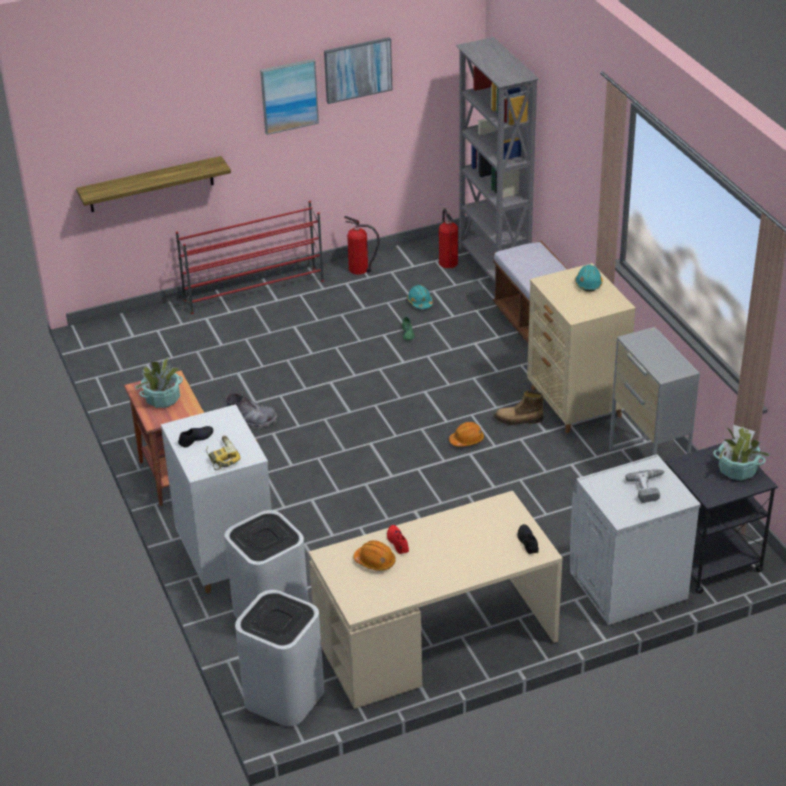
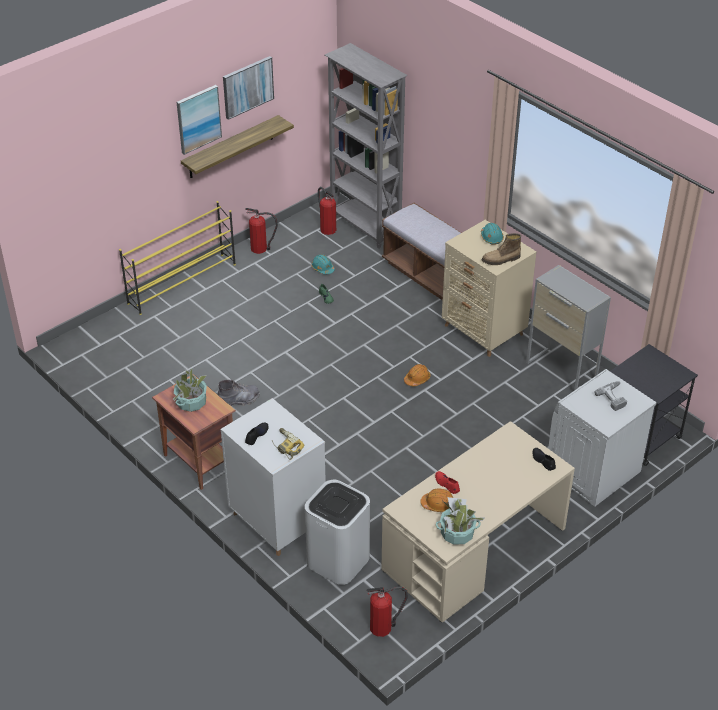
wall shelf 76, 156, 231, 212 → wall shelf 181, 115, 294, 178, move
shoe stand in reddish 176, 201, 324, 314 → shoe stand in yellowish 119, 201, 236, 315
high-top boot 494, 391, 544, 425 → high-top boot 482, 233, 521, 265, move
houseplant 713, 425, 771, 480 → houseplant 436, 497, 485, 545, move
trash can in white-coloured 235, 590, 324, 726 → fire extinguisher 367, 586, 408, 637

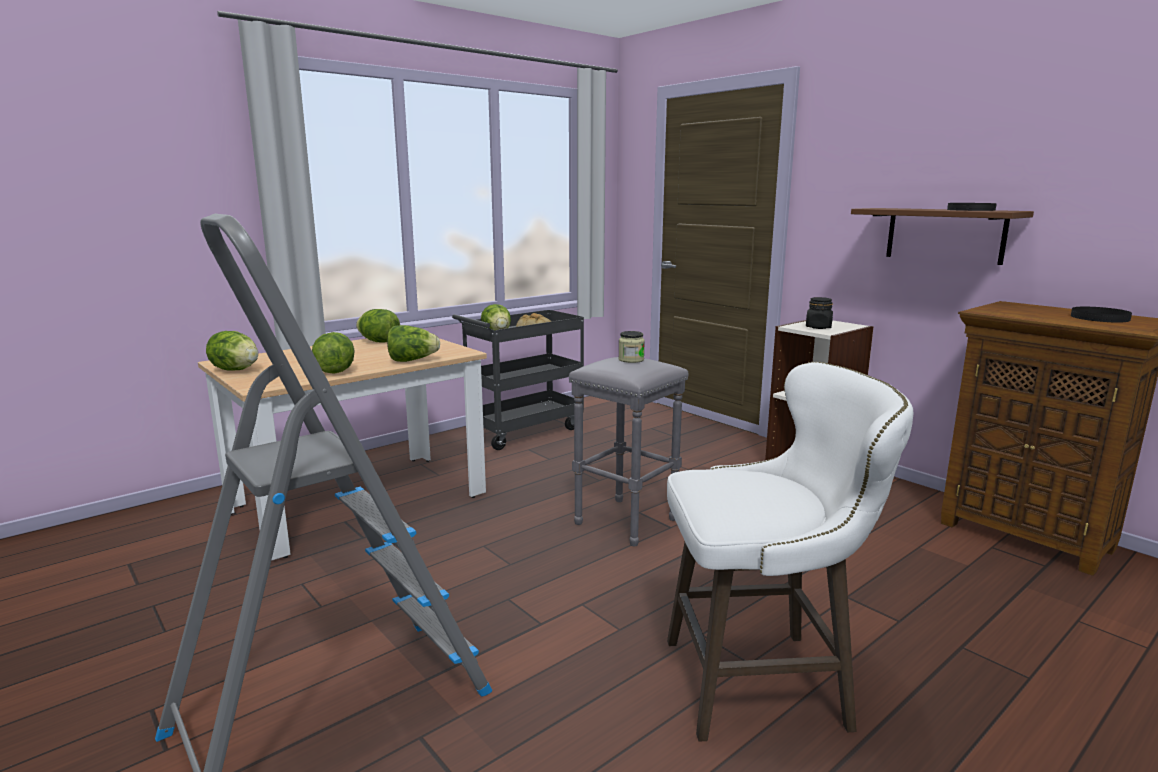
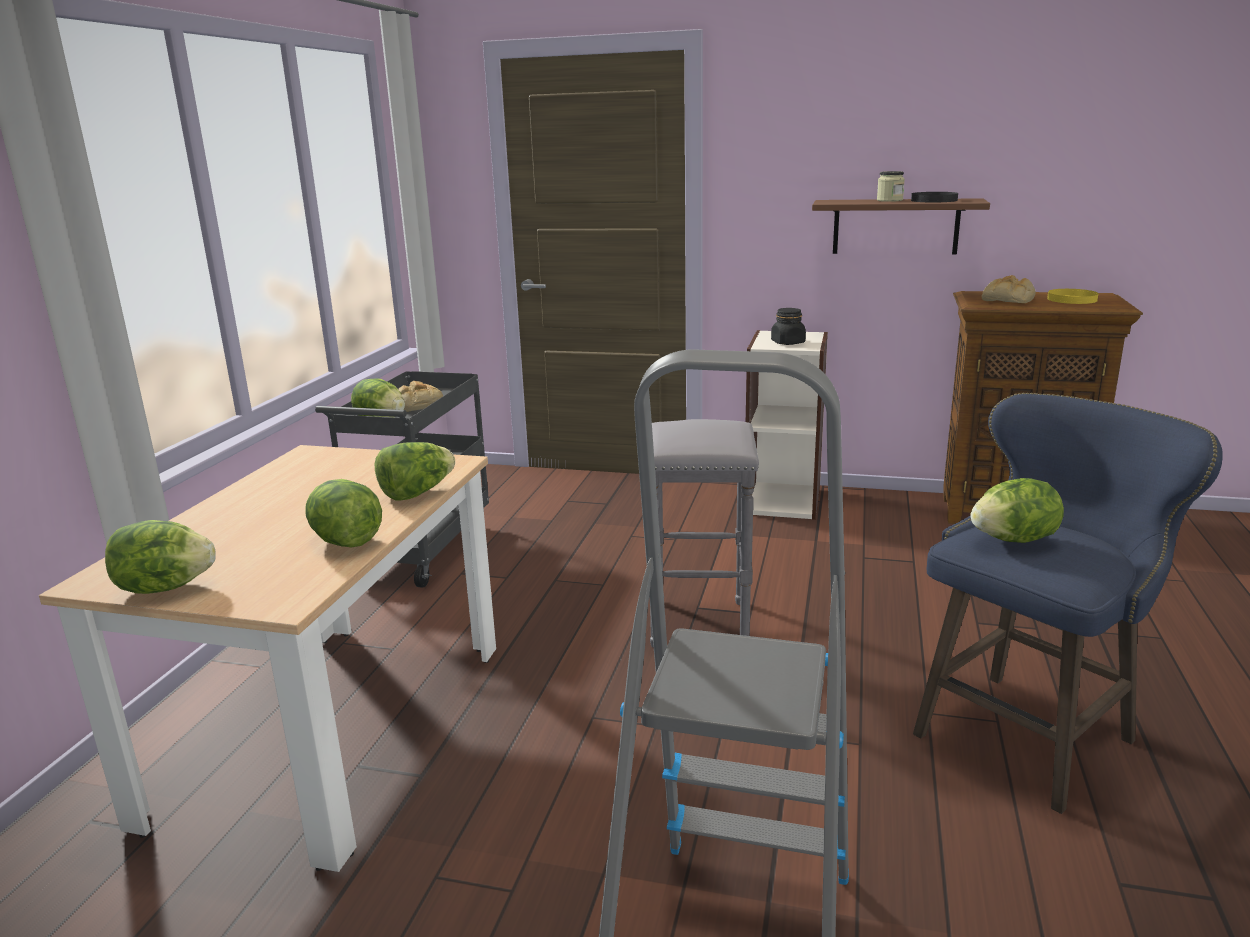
flat dish in black-coloured 1071, 307, 1132, 322 → flat dish in yellowish 1047, 289, 1099, 304
lettuce 356, 309, 400, 342 → lettuce 971, 478, 1064, 543, move
storage jar 618, 331, 645, 363 → storage jar 877, 171, 905, 202, move
sitting stool in white-coloured 667, 362, 913, 742 → sitting stool in blue-coloured 913, 393, 1222, 814
- → bakery bread 982, 275, 1036, 303

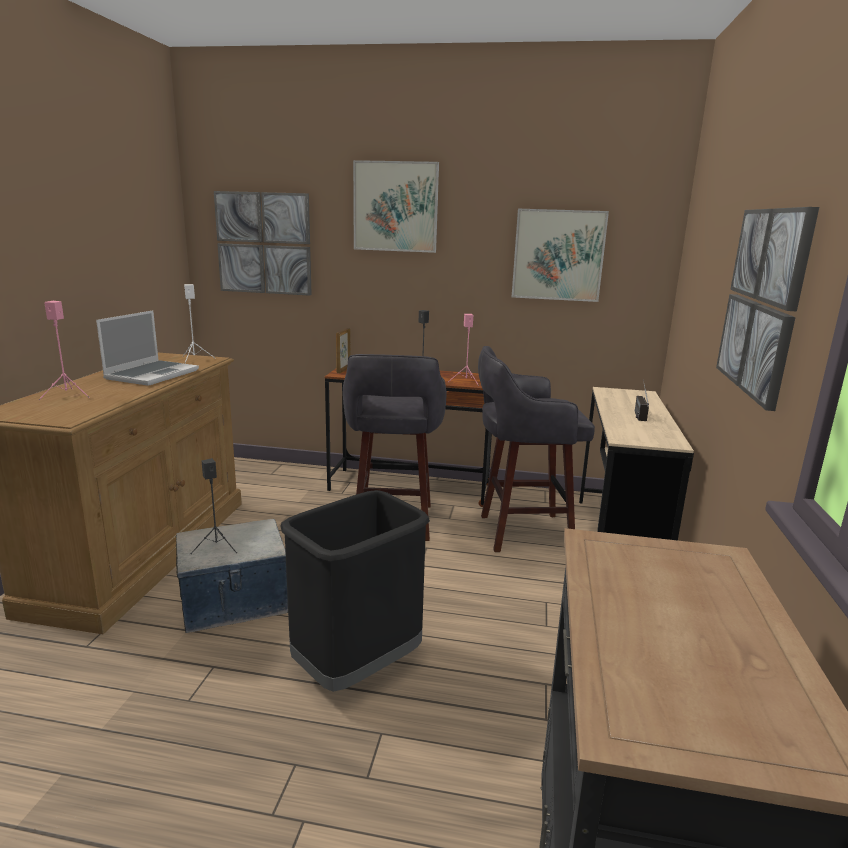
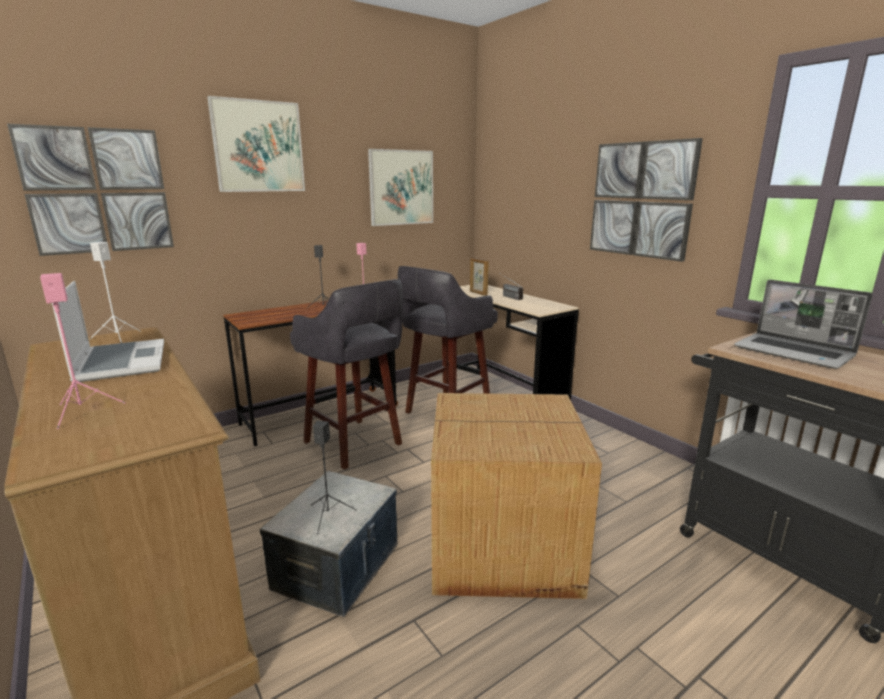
standing frame 336, 328, 351, 373 → standing frame 470, 258, 489, 296, move
trash can in black-coloured 280, 490, 430, 692 → packing box 431, 393, 602, 599
- → portable computer 734, 280, 873, 369

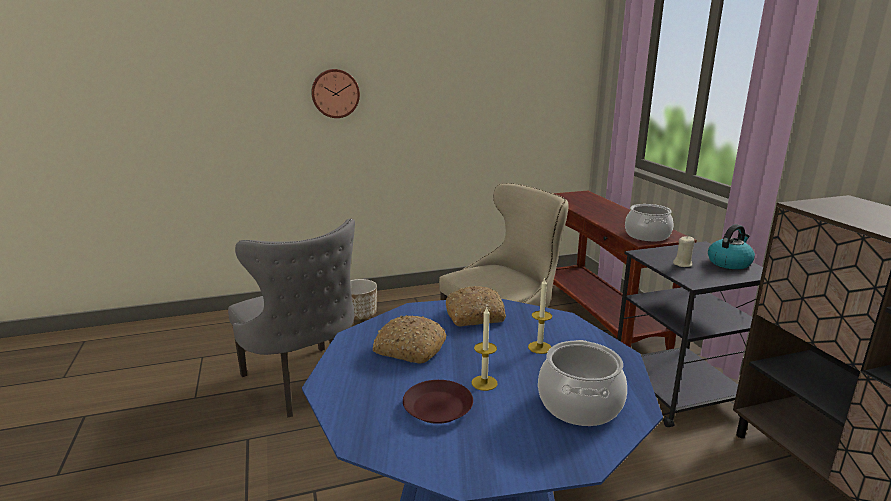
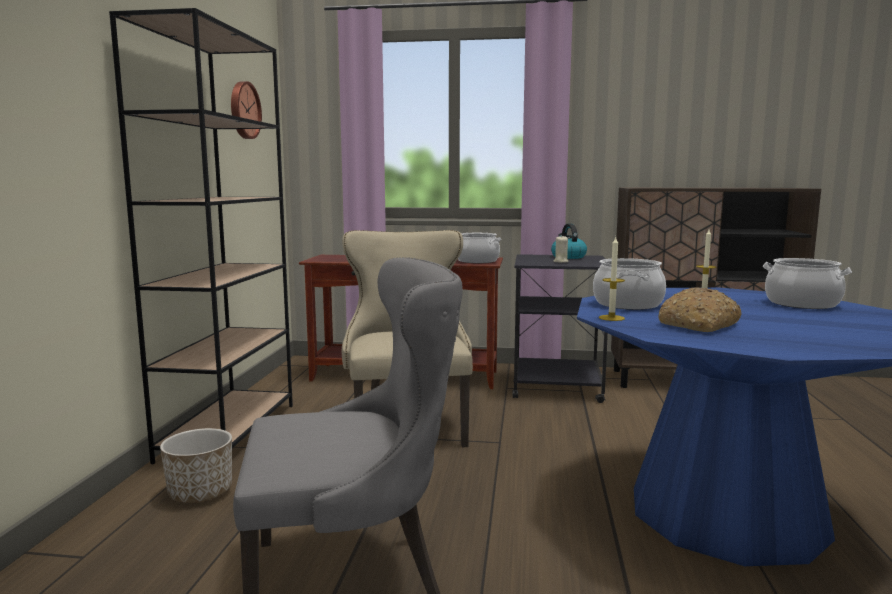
clock on the wall 311, 69, 360, 118 → clock on the wall 231, 81, 262, 139, move
bakery bread 446, 286, 506, 326 → cooking pot 593, 258, 666, 310
wax light 472, 306, 498, 391 → wax light 599, 237, 625, 321, move
flat dish in brown-coloured 403, 380, 473, 424 → -
- → shelving unit in beige-coloured 109, 8, 293, 464

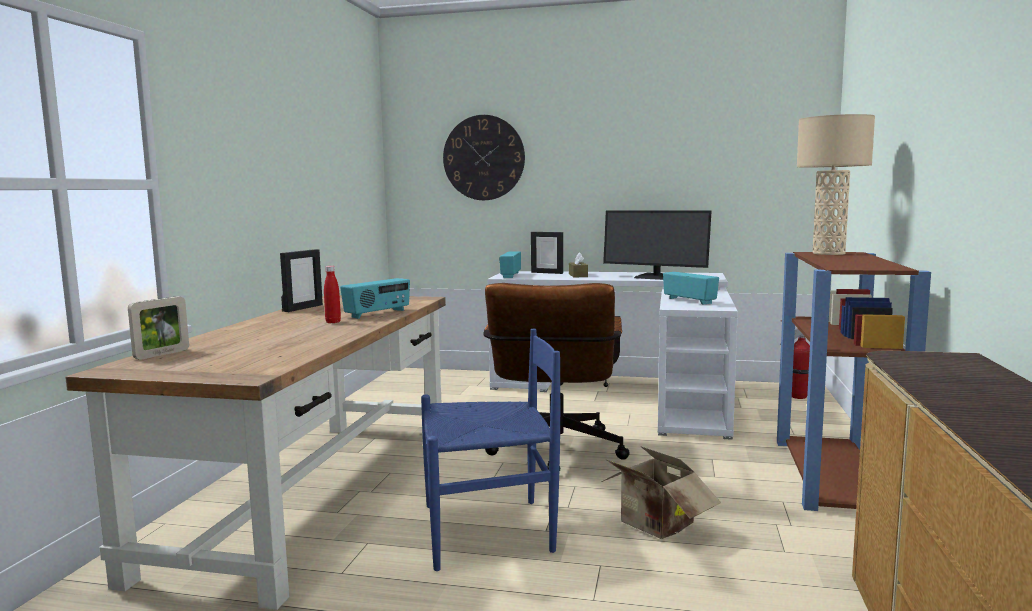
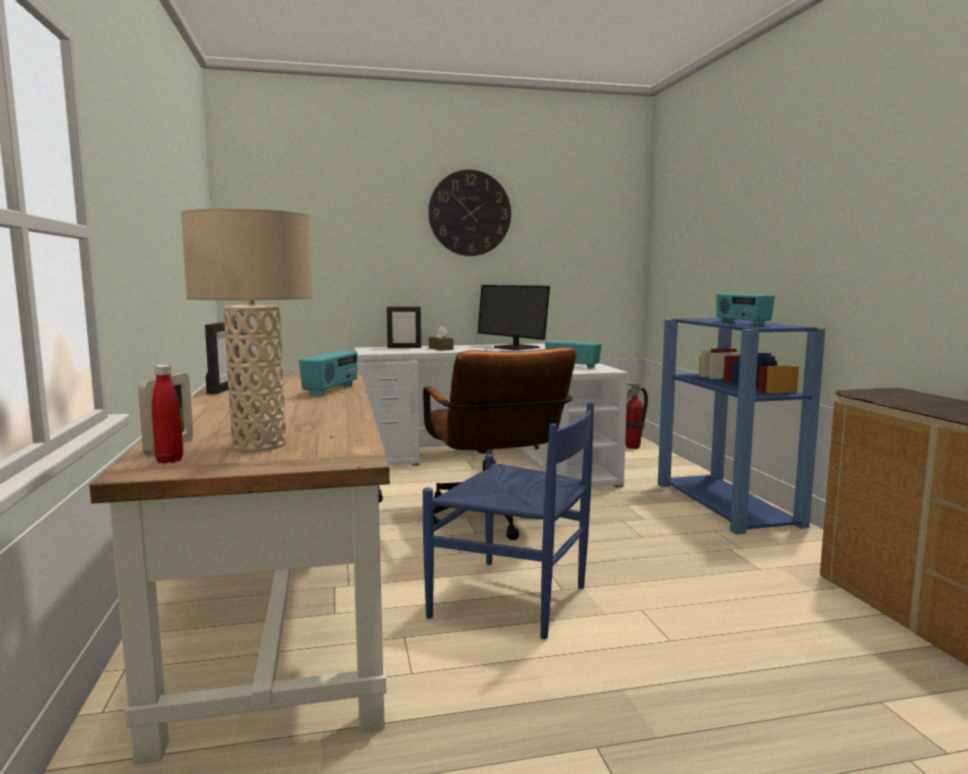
table lamp in beige-coloured 797, 114, 875, 255 → table lamp in beige-coloured 181, 209, 313, 452, move
clock on the wall 443, 115, 525, 200 → clock on the wall 428, 170, 511, 256, move
computer screen 603, 210, 711, 280 → computer screen 478, 285, 550, 350, 45 degrees clockwise
radio set 499, 251, 521, 278 → radio set 716, 294, 775, 326, move
shelving unit in brown-coloured 777, 252, 931, 511 → shelving unit in blue-coloured 658, 318, 825, 535
drink bottle in reddish 324, 266, 341, 323 → drink bottle in reddish 152, 365, 183, 463, move
upright chair in blue-coloured 421, 329, 560, 571 → upright chair in blue-coloured 423, 402, 594, 639, 60 degrees clockwise
packing box 602, 446, 721, 539 → -

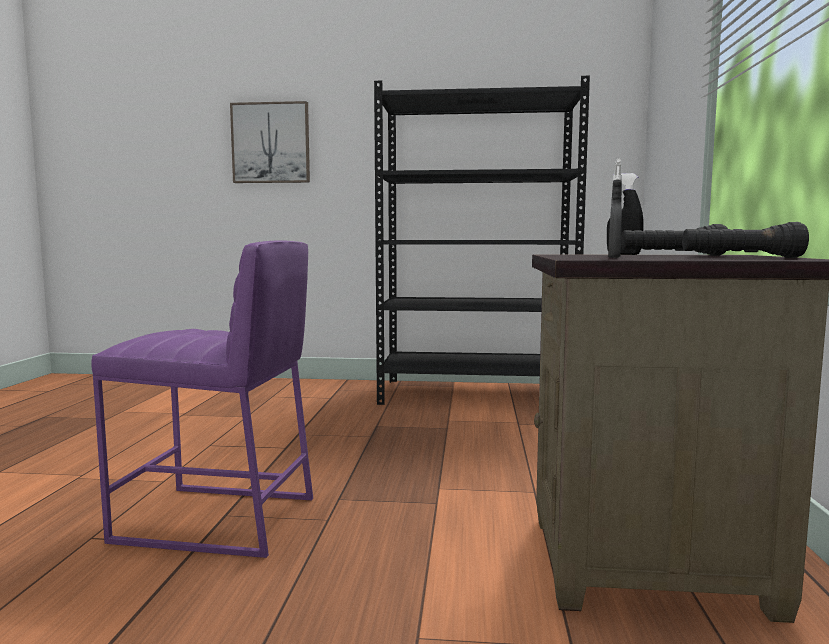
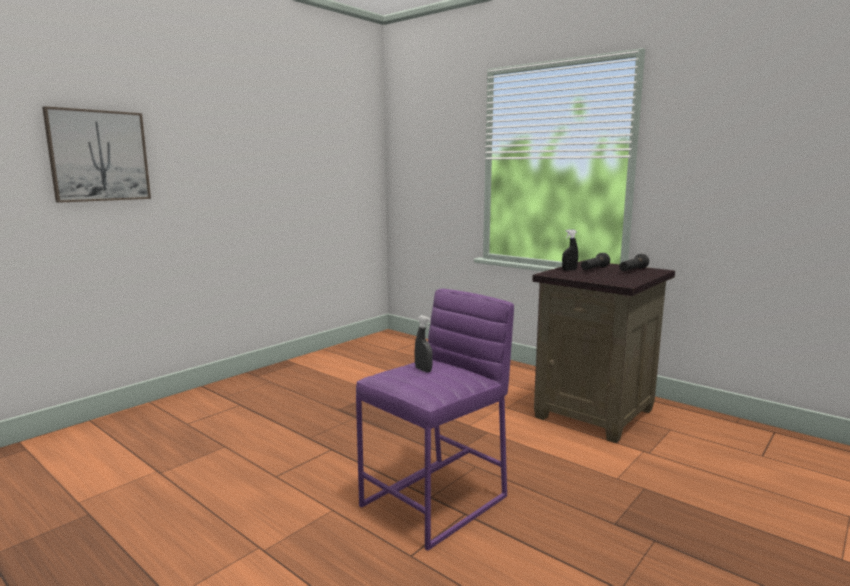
shelving unit in black-coloured 374, 76, 590, 405 → -
hand sprayer in greyish 608, 158, 622, 258 → hand sprayer in greyish 415, 315, 433, 372, move

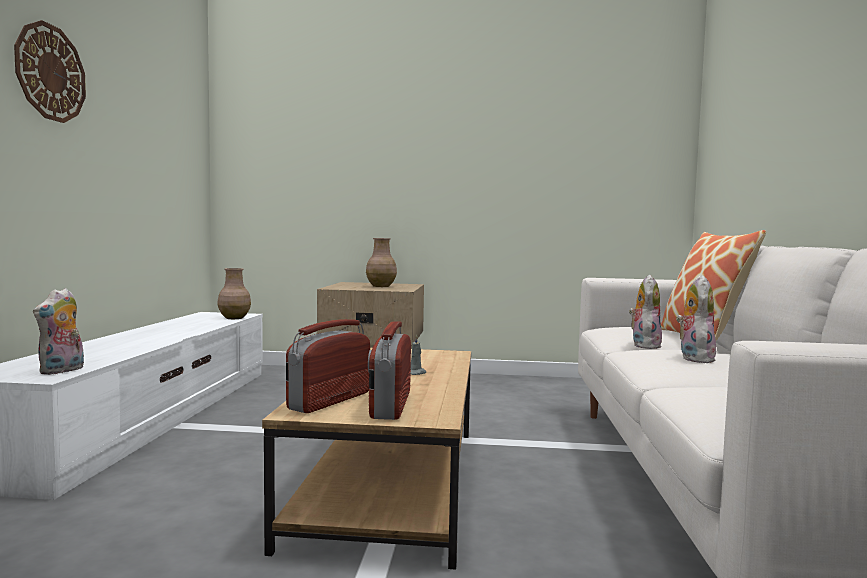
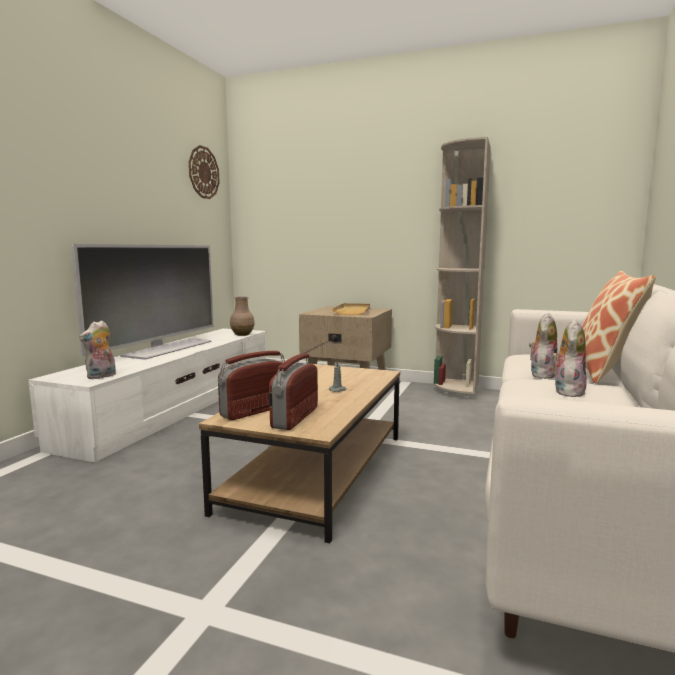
clock on the wall 14, 20, 86, 123 → clock on the wall 189, 145, 220, 199, move
vase in brown-coloured 366, 238, 397, 287 → serving tray in beige-coloured 332, 303, 370, 315
- → shelving unit in beige-coloured 433, 137, 491, 398
- → TV set 72, 244, 214, 360

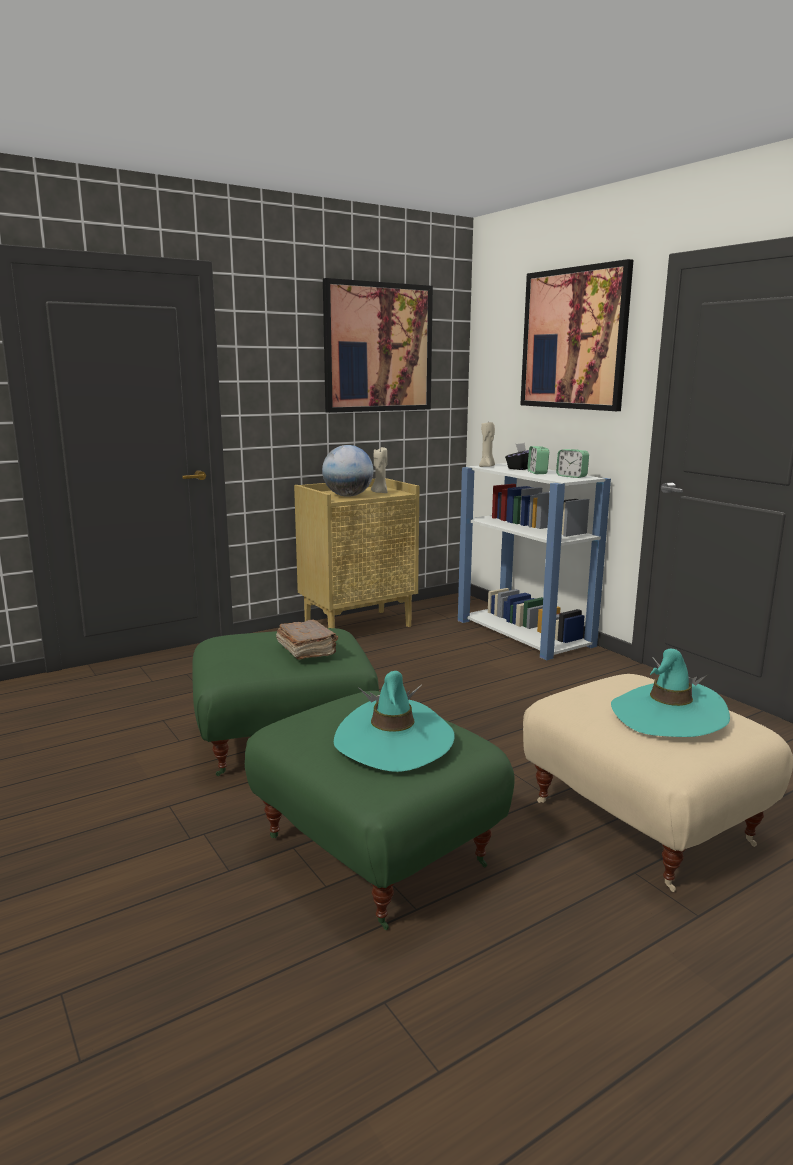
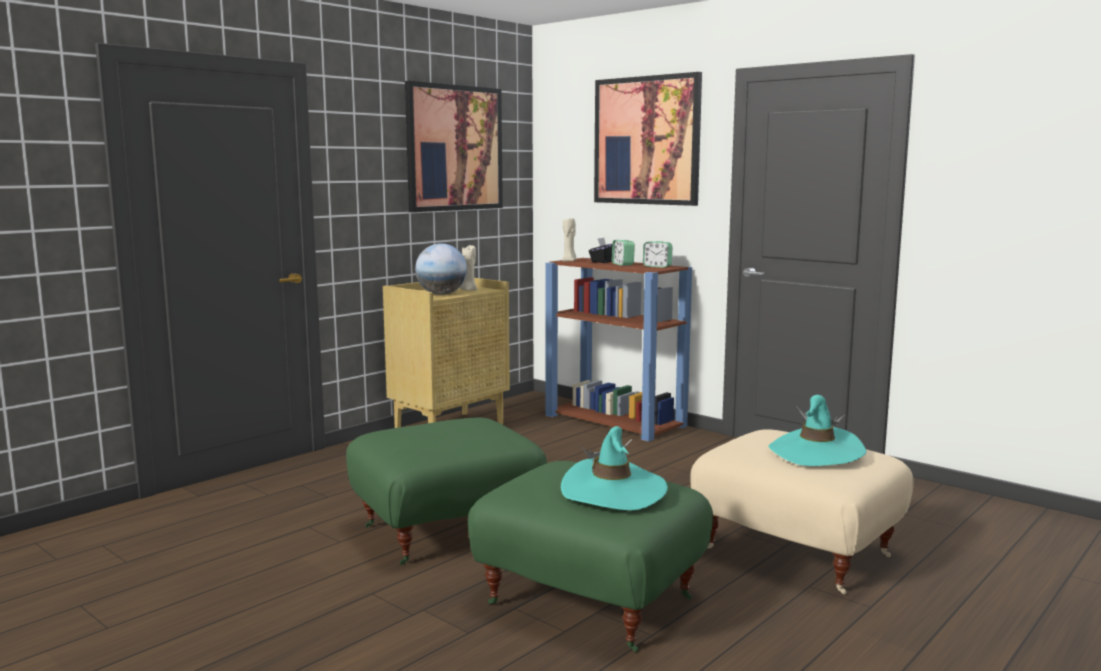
shelving unit in white-coloured 458, 463, 611, 660 → shelving unit in brown-coloured 545, 258, 692, 442
bound book in brown-coloured 276, 619, 338, 660 → -

